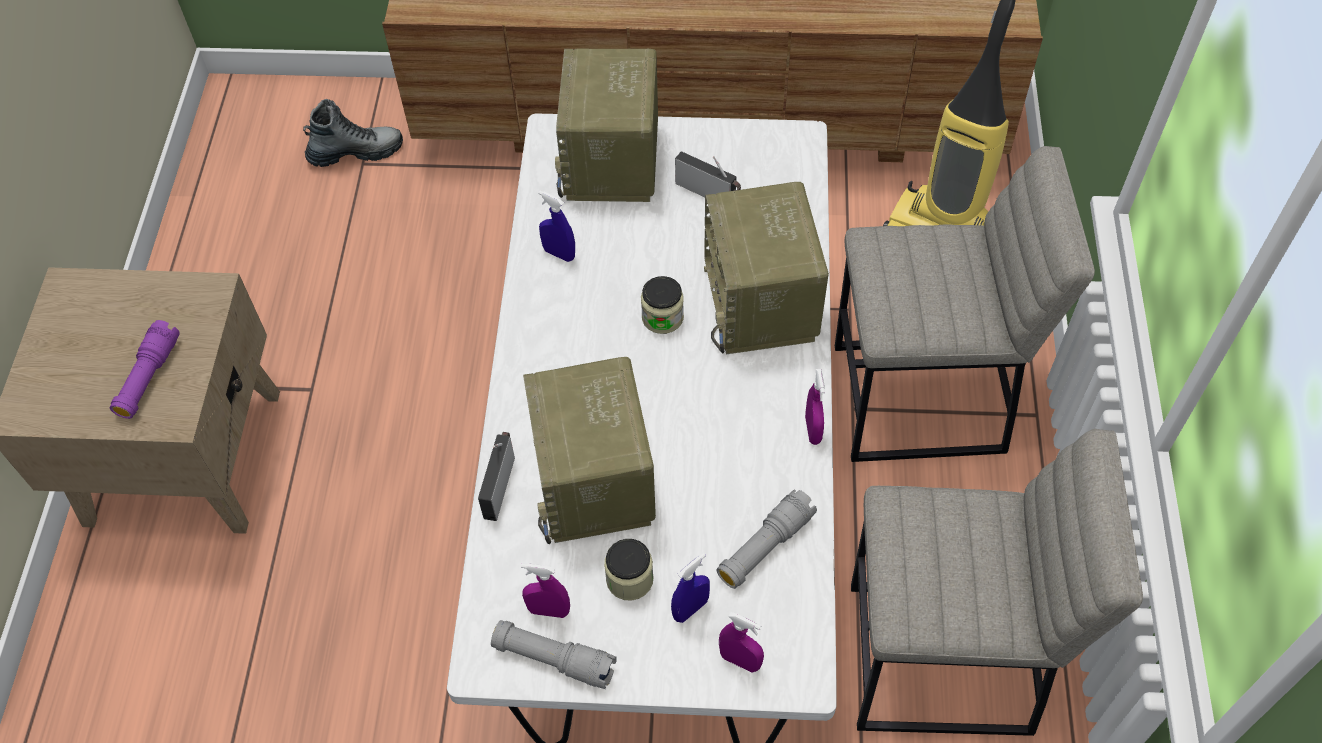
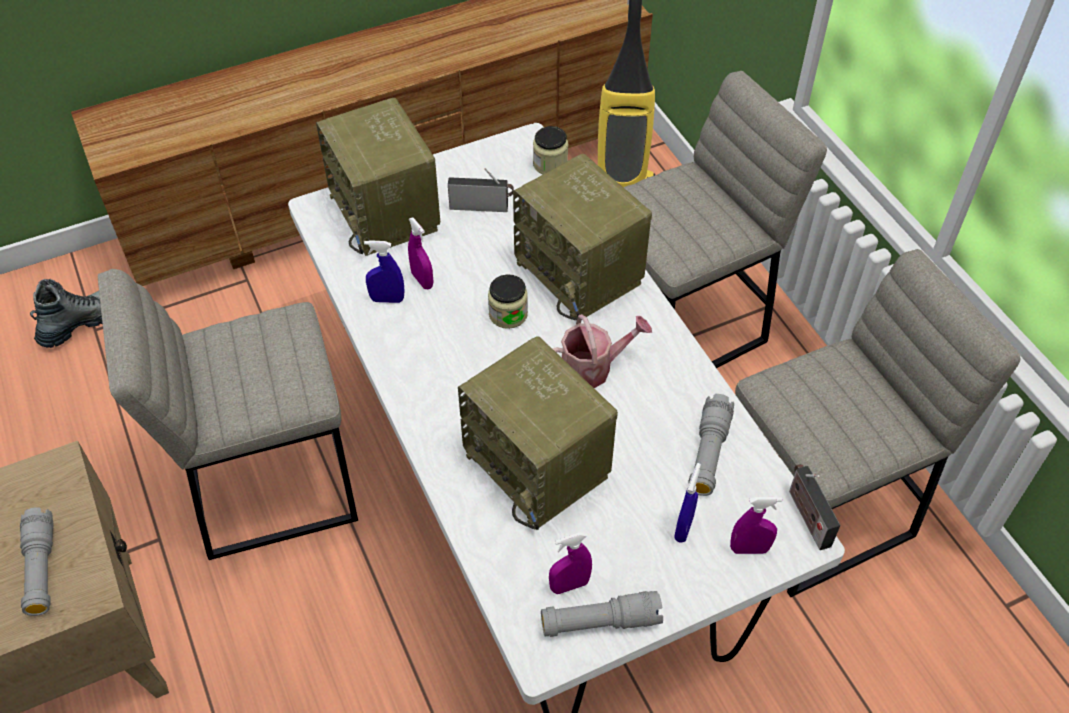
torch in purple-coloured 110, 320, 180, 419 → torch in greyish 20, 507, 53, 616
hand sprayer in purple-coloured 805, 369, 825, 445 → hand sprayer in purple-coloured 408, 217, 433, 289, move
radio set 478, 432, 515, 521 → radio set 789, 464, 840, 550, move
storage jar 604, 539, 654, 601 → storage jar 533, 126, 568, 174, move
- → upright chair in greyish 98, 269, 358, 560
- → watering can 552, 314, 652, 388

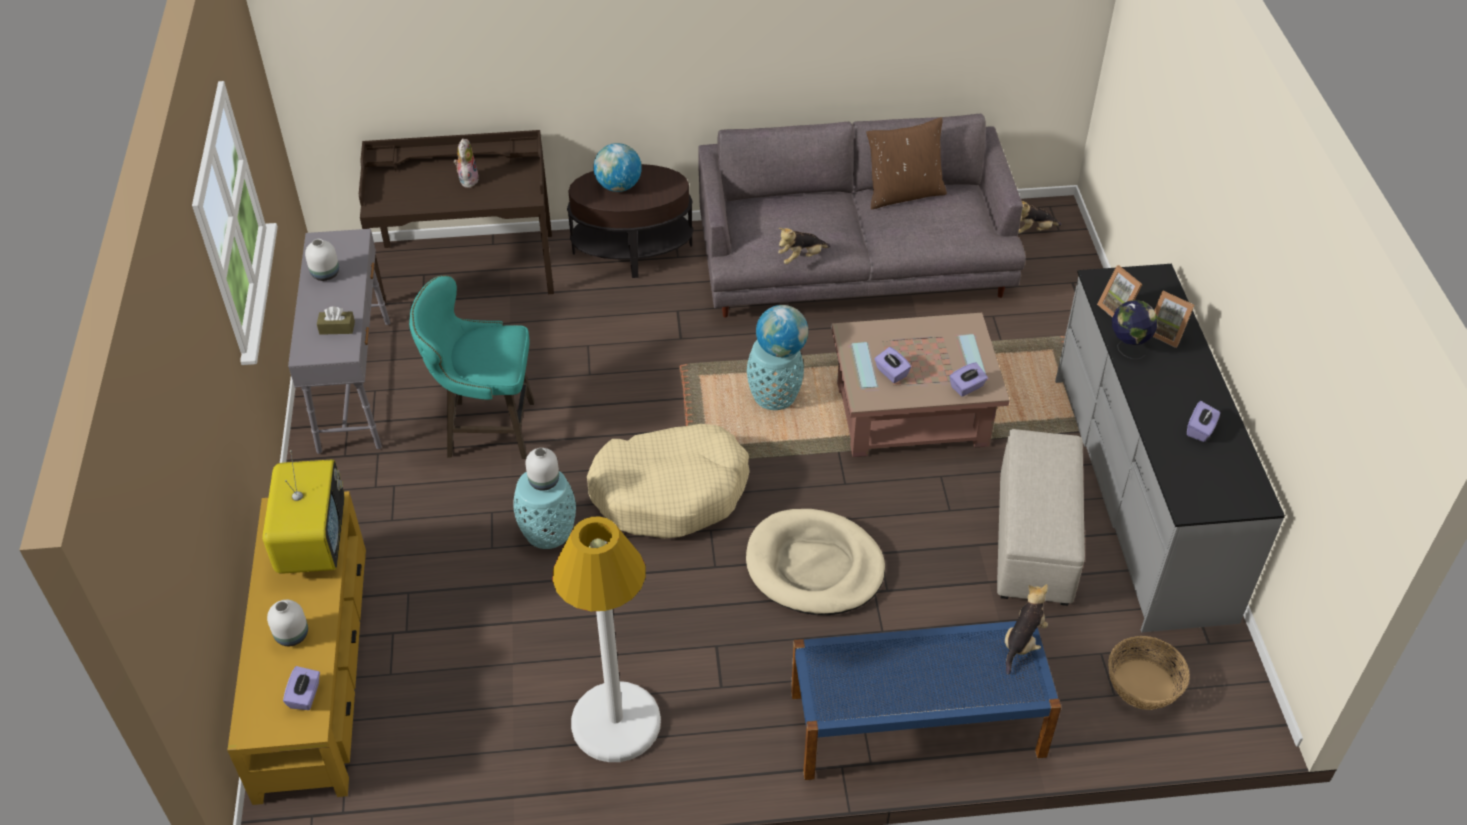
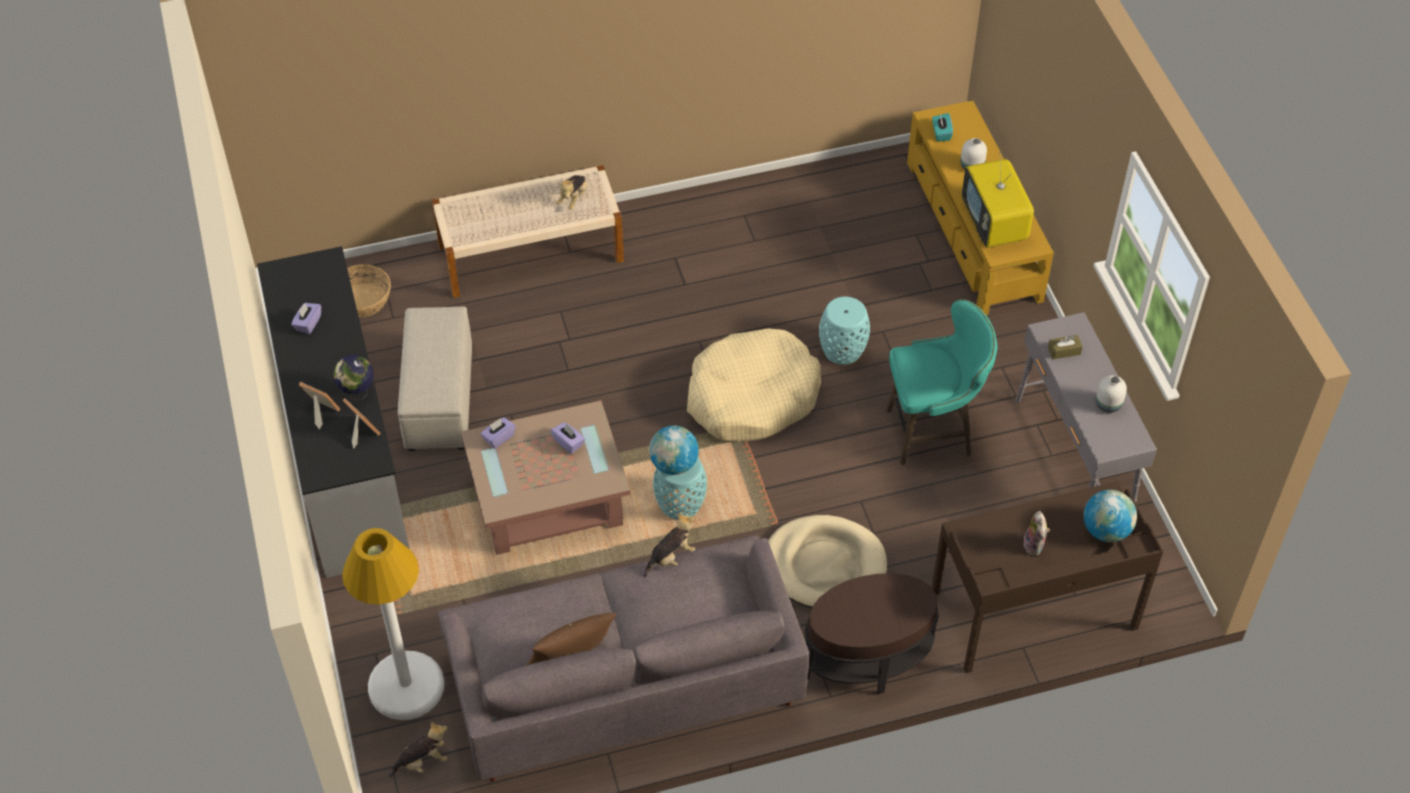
desk globe 593, 143, 642, 192 → desk globe 1083, 490, 1137, 542, move
vase in white-coloured 526, 448, 559, 491 → -
dog bed in beige-coloured 746, 509, 885, 615 → dog bed in beige-coloured 768, 515, 887, 608, move
standard lamp in white-coloured 553, 517, 661, 762 → standard lamp in white-coloured 342, 528, 444, 720, move
cuddly toy 1005, 584, 1048, 675 → cuddly toy 556, 175, 587, 210, move
long seat in blue-coloured 791, 621, 1061, 780 → long seat in beige-coloured 432, 165, 624, 298
tissue box in purple-coloured 283, 666, 320, 710 → tissue box in turquoise 932, 113, 953, 141

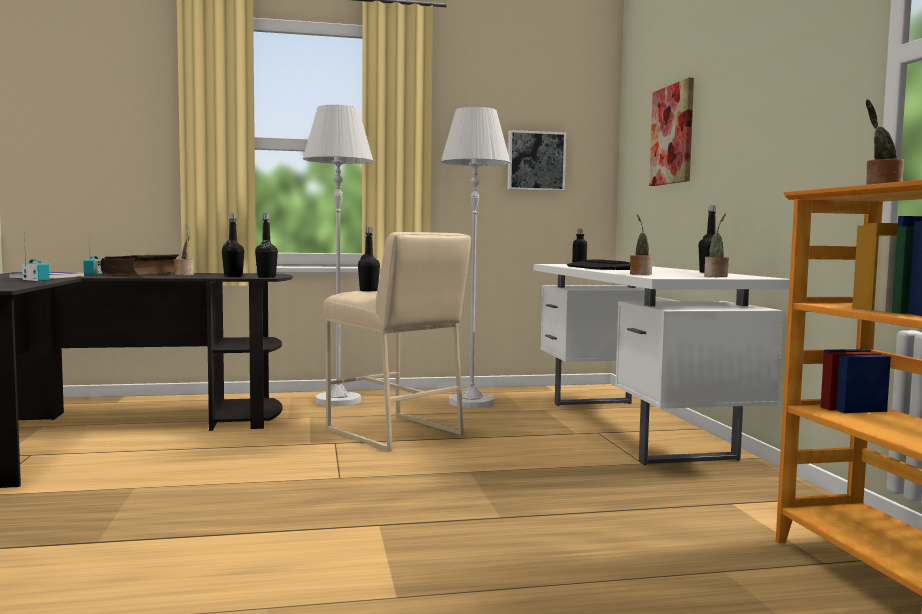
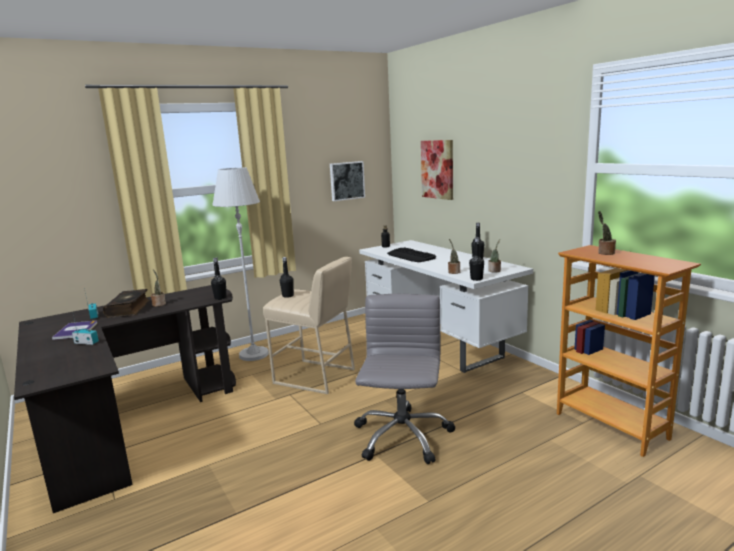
standard lamp in white-coloured 441, 107, 510, 408 → -
drink bottle in black-coloured 222, 213, 244, 277 → drink bottle in black-coloured 469, 237, 484, 281, move
- → office chair in greyish 354, 294, 455, 464

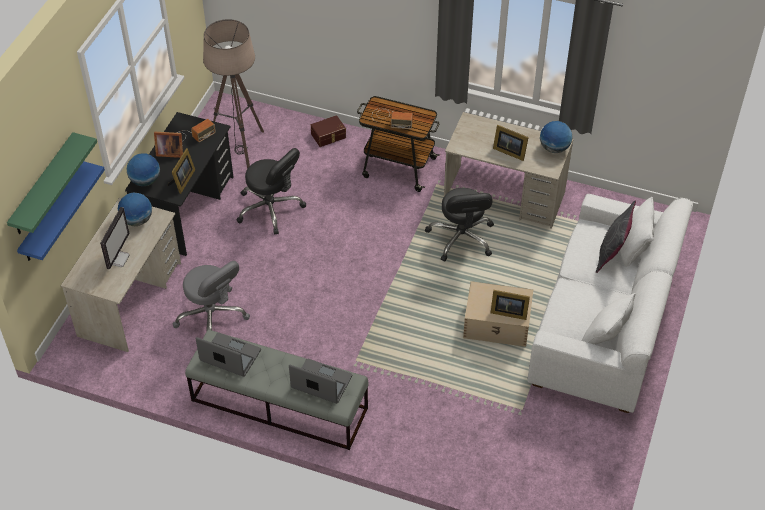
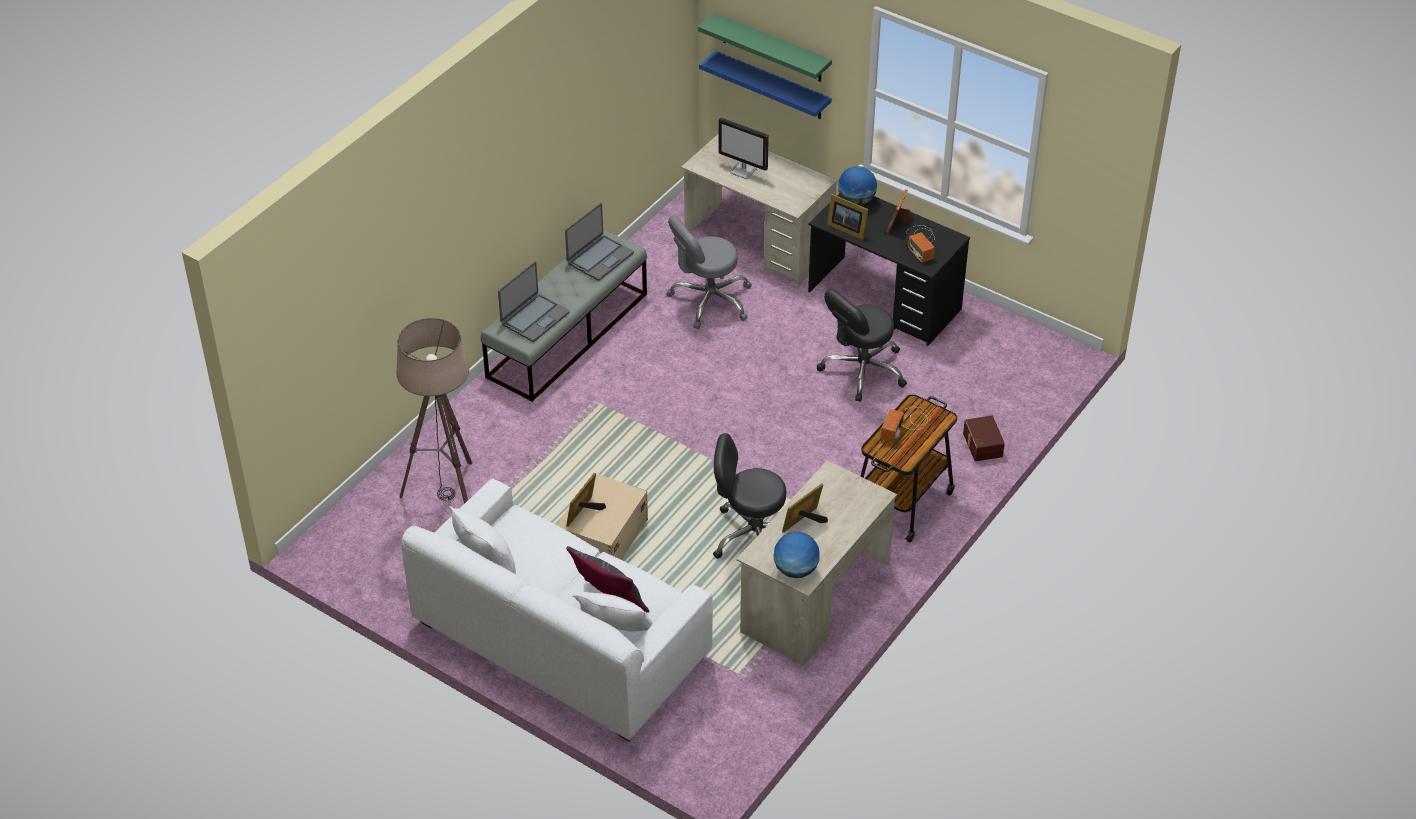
standard lamp 203, 19, 264, 169 → standard lamp 396, 318, 472, 504, move
desk globe 118, 193, 152, 226 → -

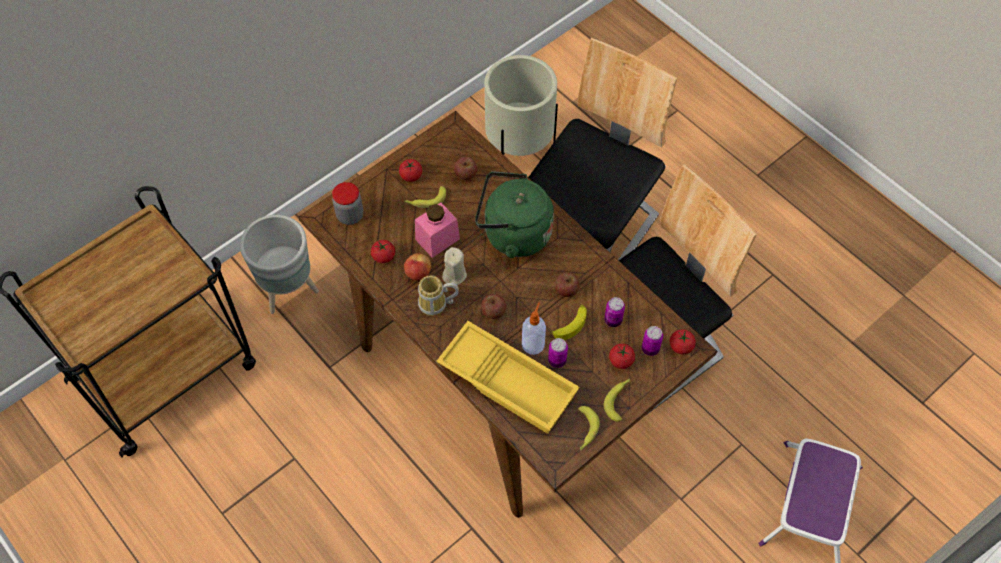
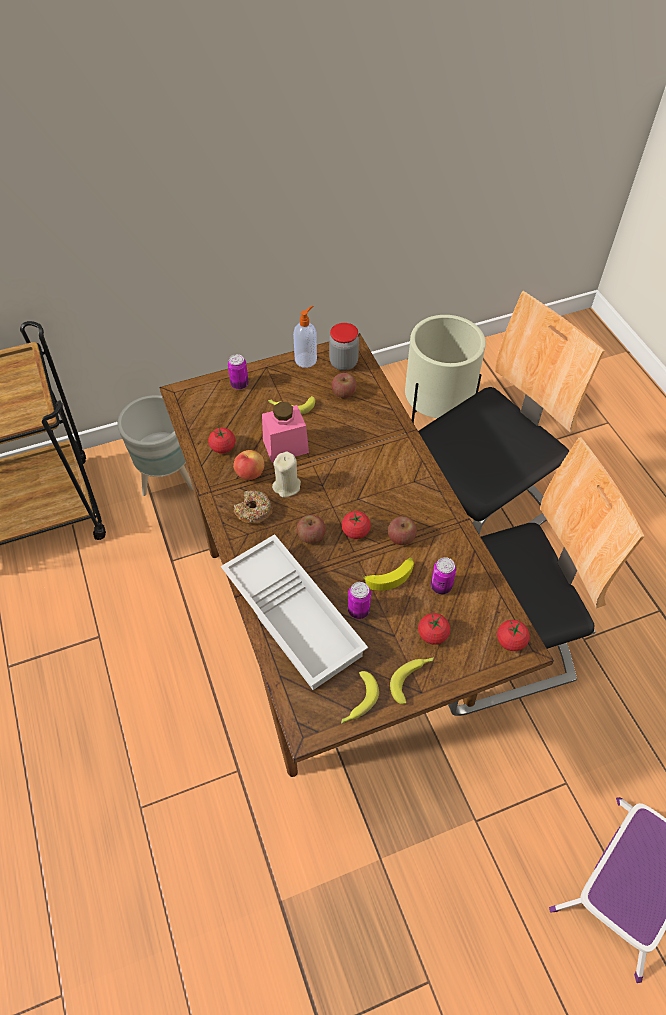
whole tomato 399, 159, 422, 182 → whole tomato 342, 511, 371, 539, move
water kettle in green-coloured 475, 172, 554, 258 → -
storage jar 332, 182, 363, 225 → storage jar 329, 323, 359, 371, move
mug 418, 275, 459, 316 → doughnut 234, 490, 273, 524
soap dispenser 522, 303, 546, 355 → soap dispenser 293, 305, 317, 368, move
serving tray in yellowish 436, 321, 580, 434 → serving tray in white-coloured 221, 534, 368, 690
can 642, 326, 663, 356 → can 228, 354, 249, 390, move

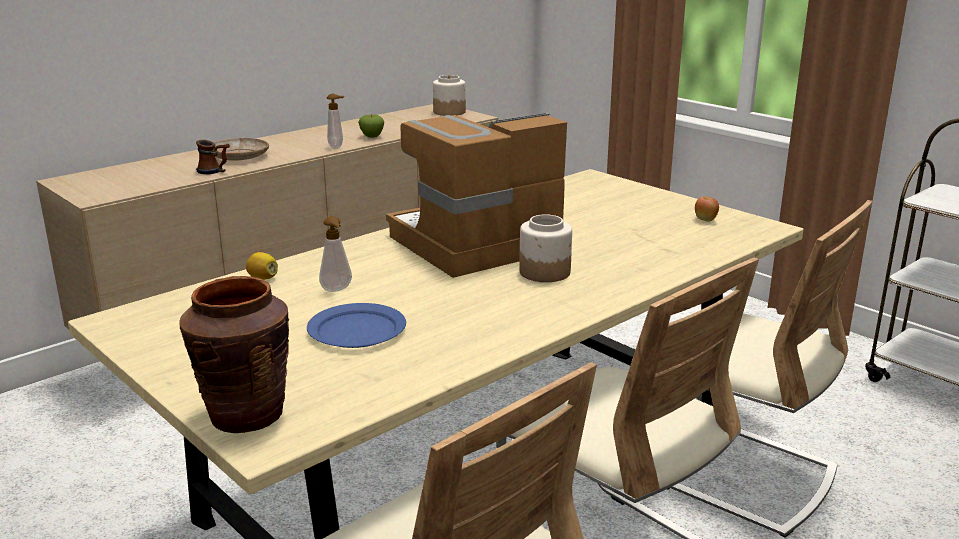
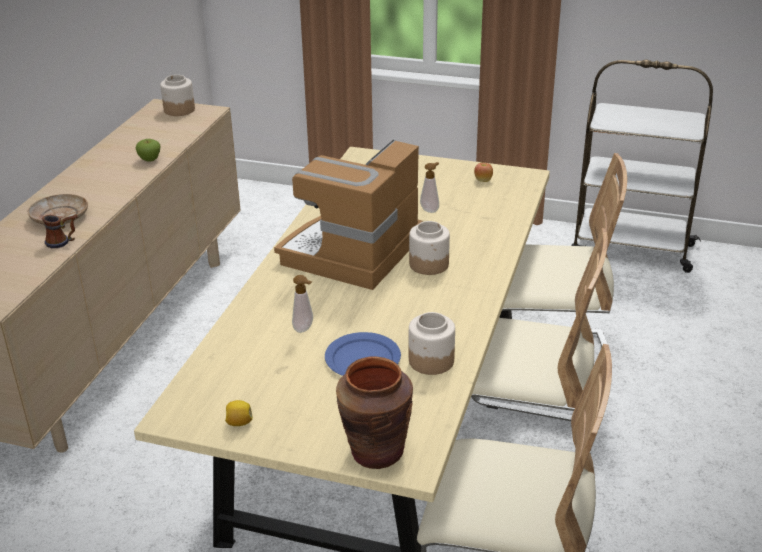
soap dispenser 327, 94, 344, 149 → soap dispenser 420, 162, 439, 213, move
citrus fruit 246, 252, 278, 280 → citrus fruit 225, 400, 253, 426, move
- → storage jar 409, 312, 455, 375

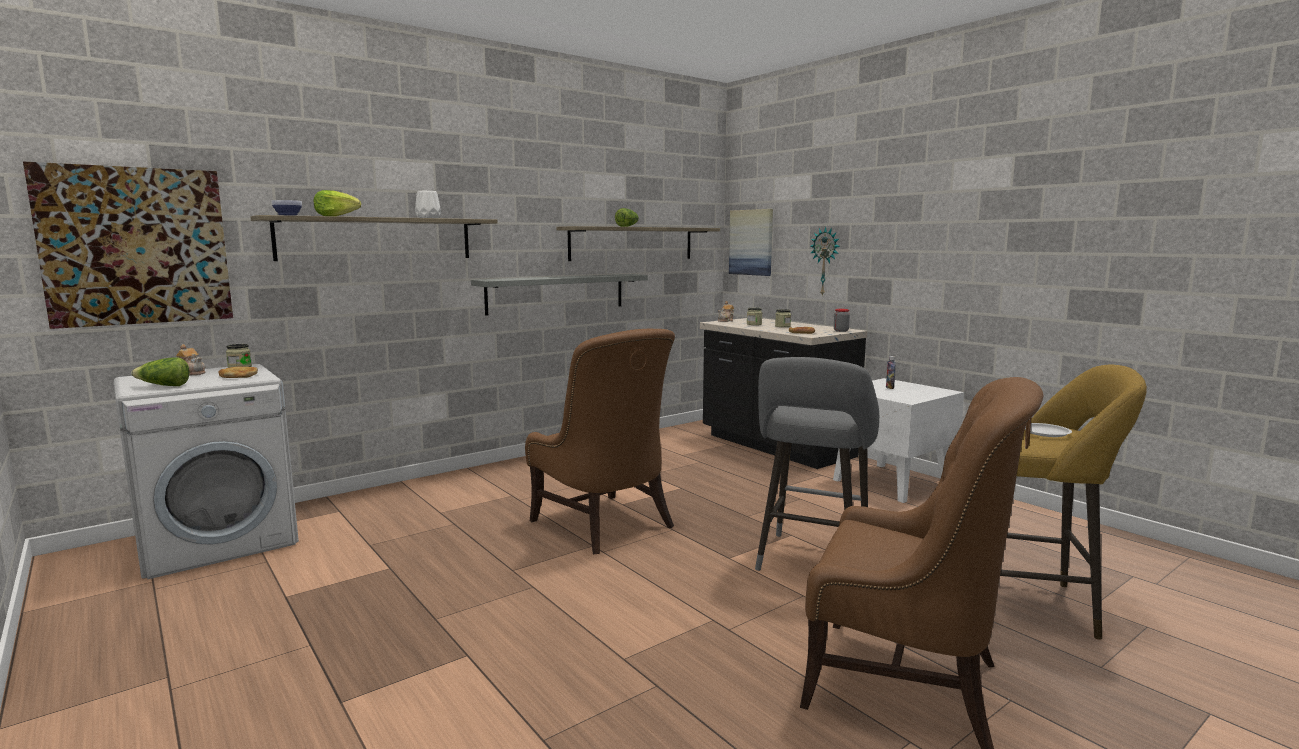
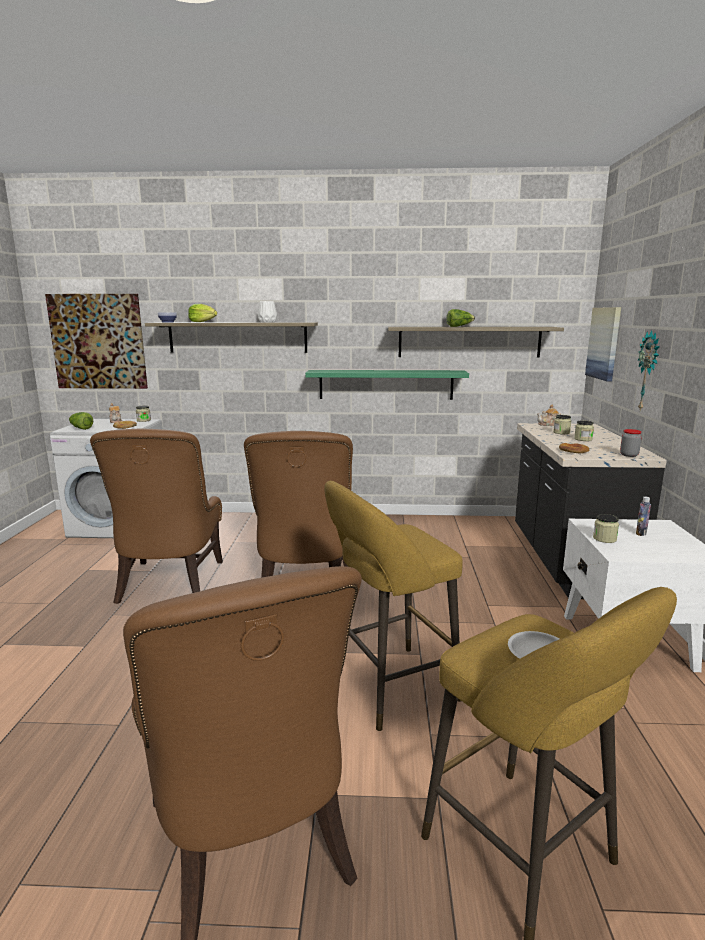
wall shelf in greyish 471, 274, 648, 316 → wall shelf in green-coloured 305, 370, 469, 400
sitting stool in greyish 755, 357, 879, 571 → sitting stool in yellowish 324, 481, 463, 731
- → upright chair in brown-coloured 90, 429, 223, 604
- → storage jar 593, 514, 619, 543

